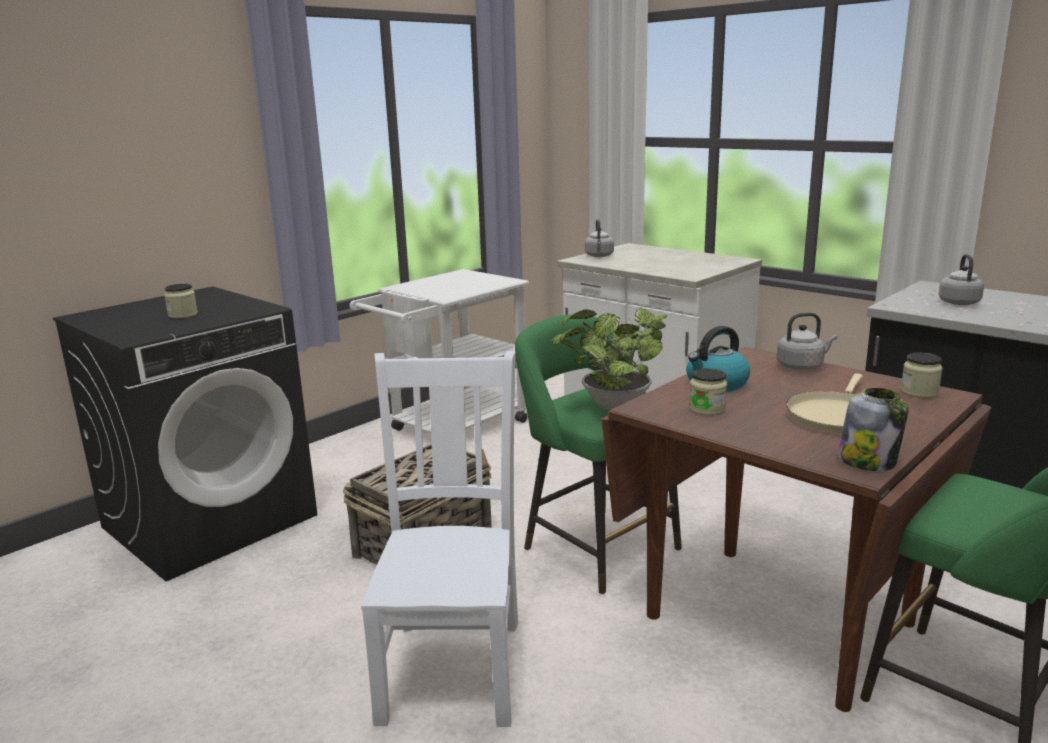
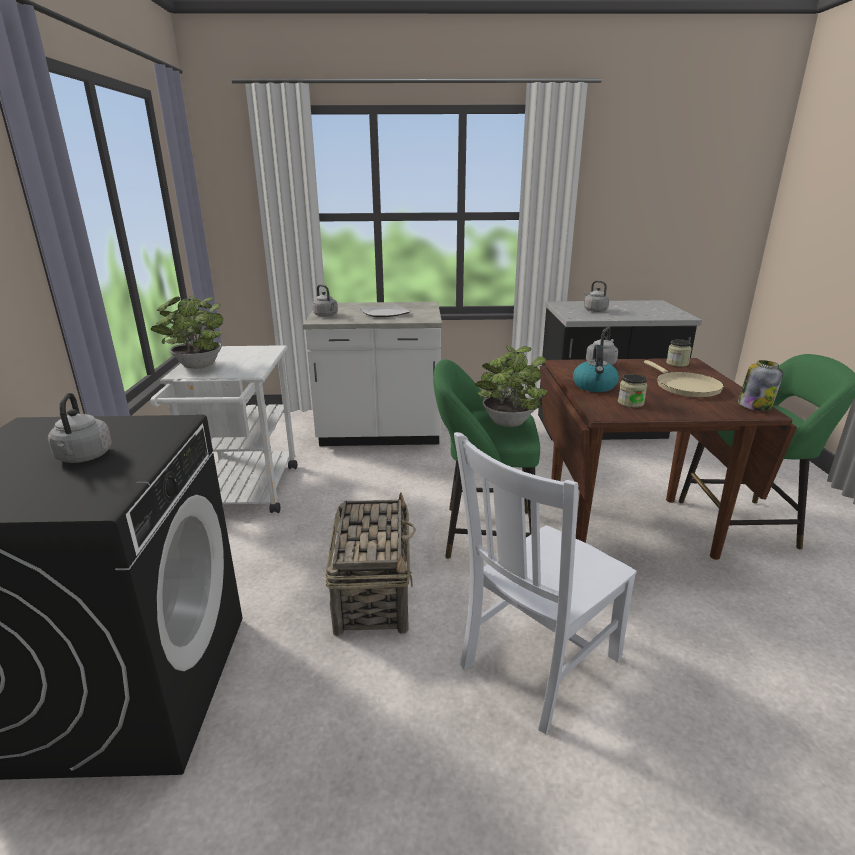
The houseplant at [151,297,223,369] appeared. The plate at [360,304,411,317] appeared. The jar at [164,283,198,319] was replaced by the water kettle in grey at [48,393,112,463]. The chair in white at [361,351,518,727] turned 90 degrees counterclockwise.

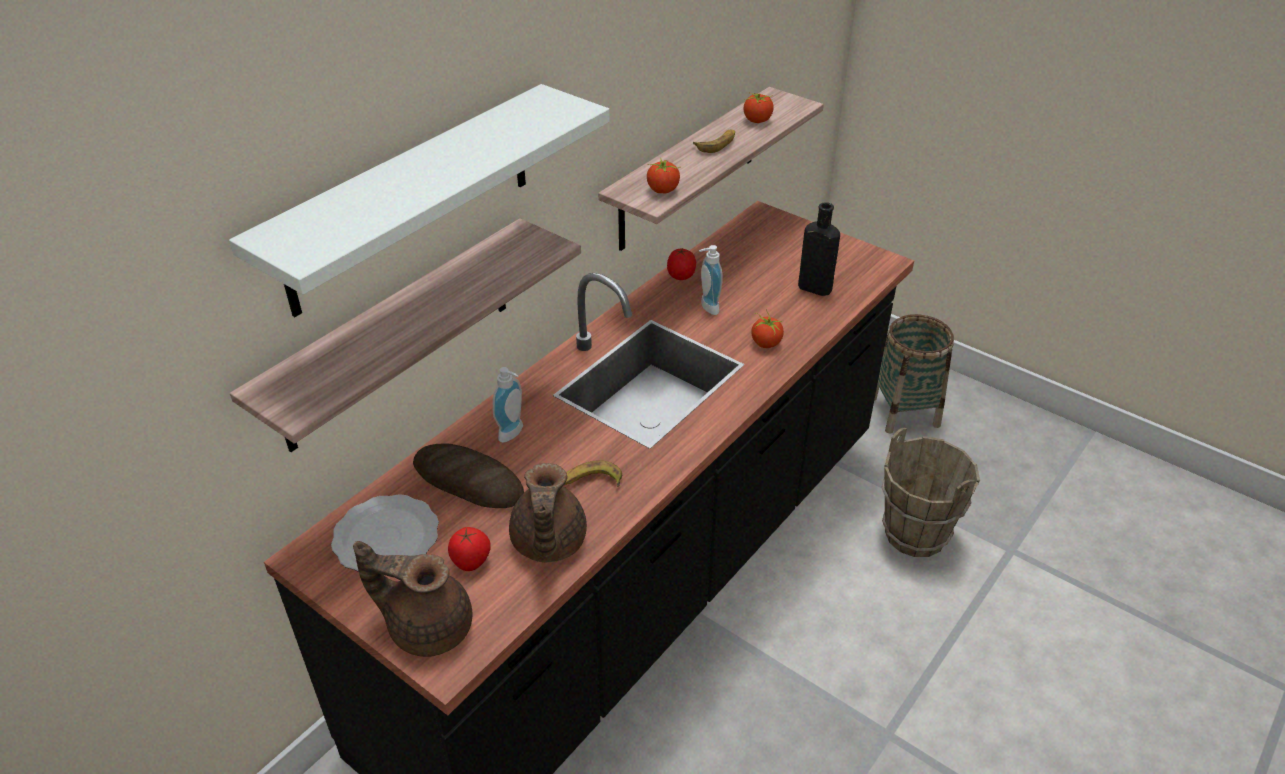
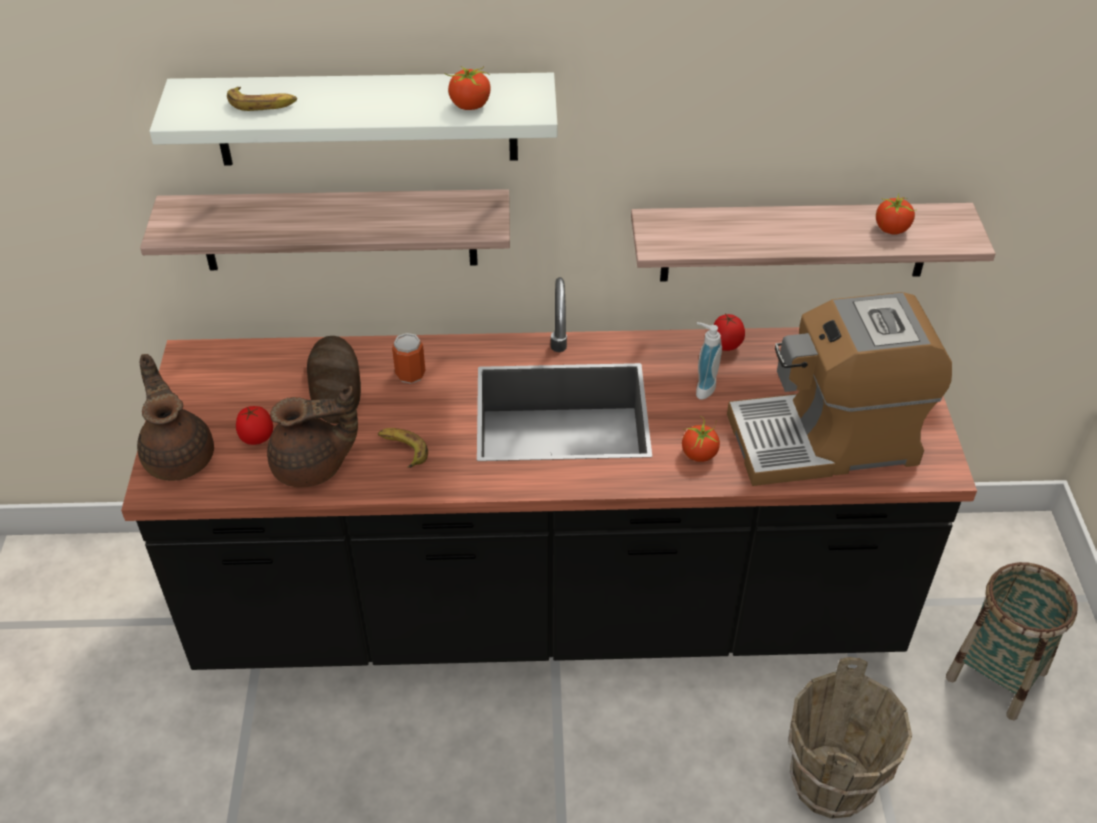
The plate at [331,494,439,572] disappeared. The tomato moved from [647,157,680,193] to [444,66,491,110]. The whole banana moved from [693,130,735,153] to [227,87,297,111]. The soap bottle at [493,367,523,443] was replaced by the metal can at [392,333,426,384]. The bottle in blackish at [798,202,840,296] was replaced by the coffee maker at [727,292,952,486]. The pot for tea in brownish at [509,463,587,562] turned 150 degrees counterclockwise.

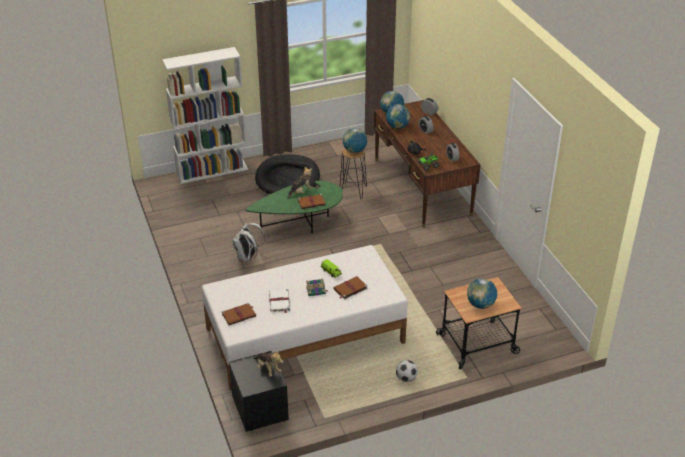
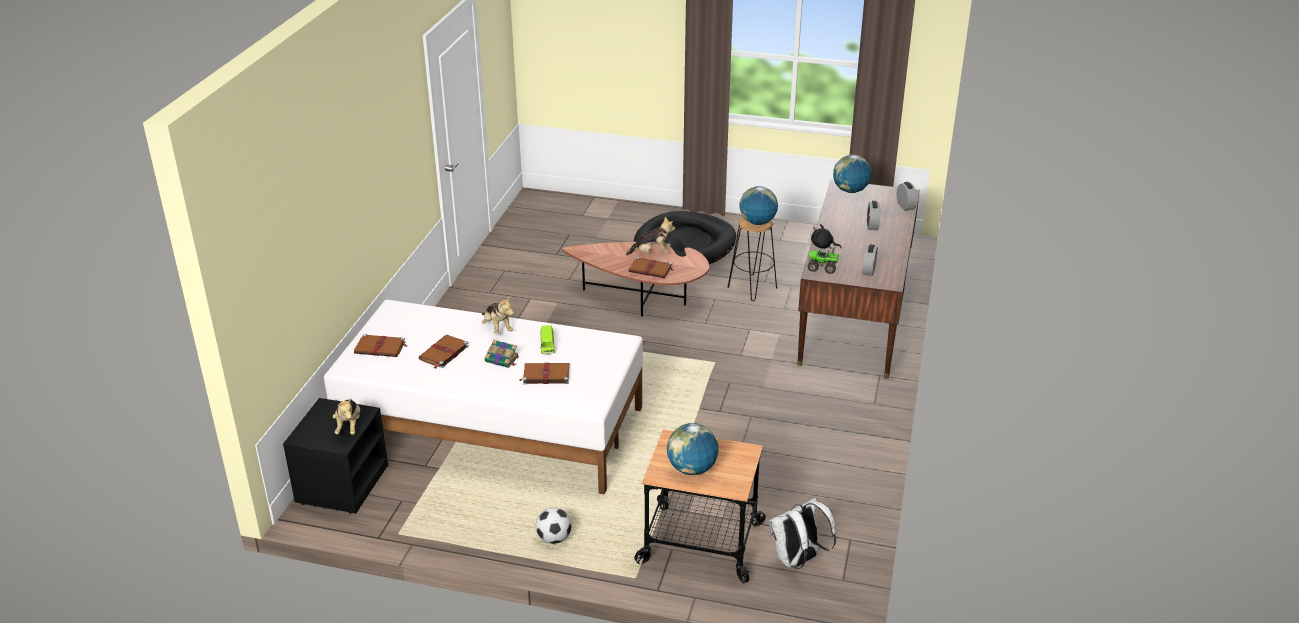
The bookshelf in white at [162,47,248,184] disappeared. The globe at [386,104,410,129] disappeared. The cuddly toy at [482,296,514,334] appeared. The rucksack in white moved from [232,223,265,262] to [769,498,836,569]. The low table in green at [246,180,343,234] became the low table in brownish at [562,242,709,317]. The volume in white at [269,289,290,313] became the volume in brownish at [418,335,469,369].

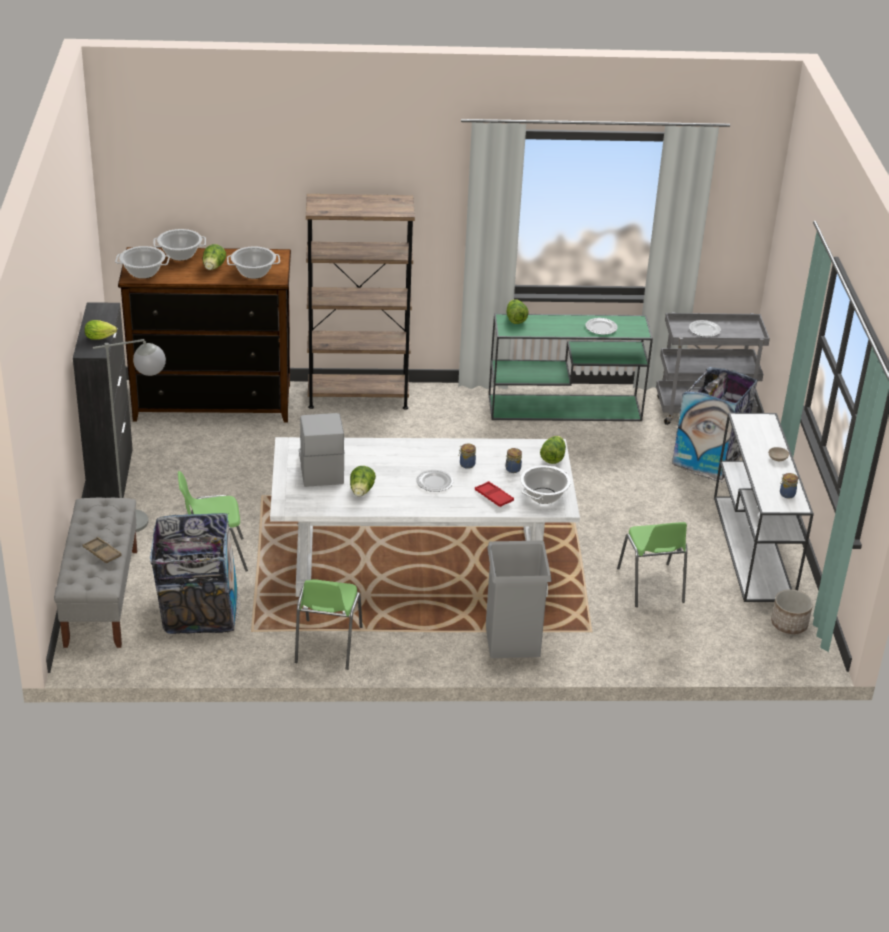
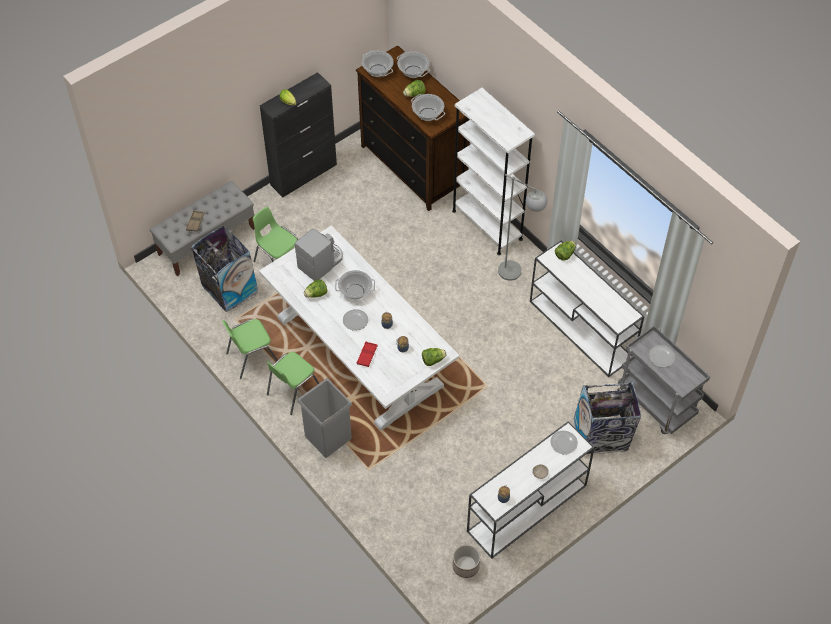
The standard lamp in grey moved from [93,339,166,532] to [498,174,548,281]. The saucepot moved from [520,466,571,504] to [335,270,375,300]. The plate moved from [585,318,618,335] to [551,431,578,454]. The chair in green moved from [617,522,687,607] to [266,352,319,415]. The bookshelf in brownish at [306,194,415,410] became the bookshelf in white at [452,88,535,255]. The hall table in green at [489,313,653,421] became the hall table in white at [530,241,644,377].

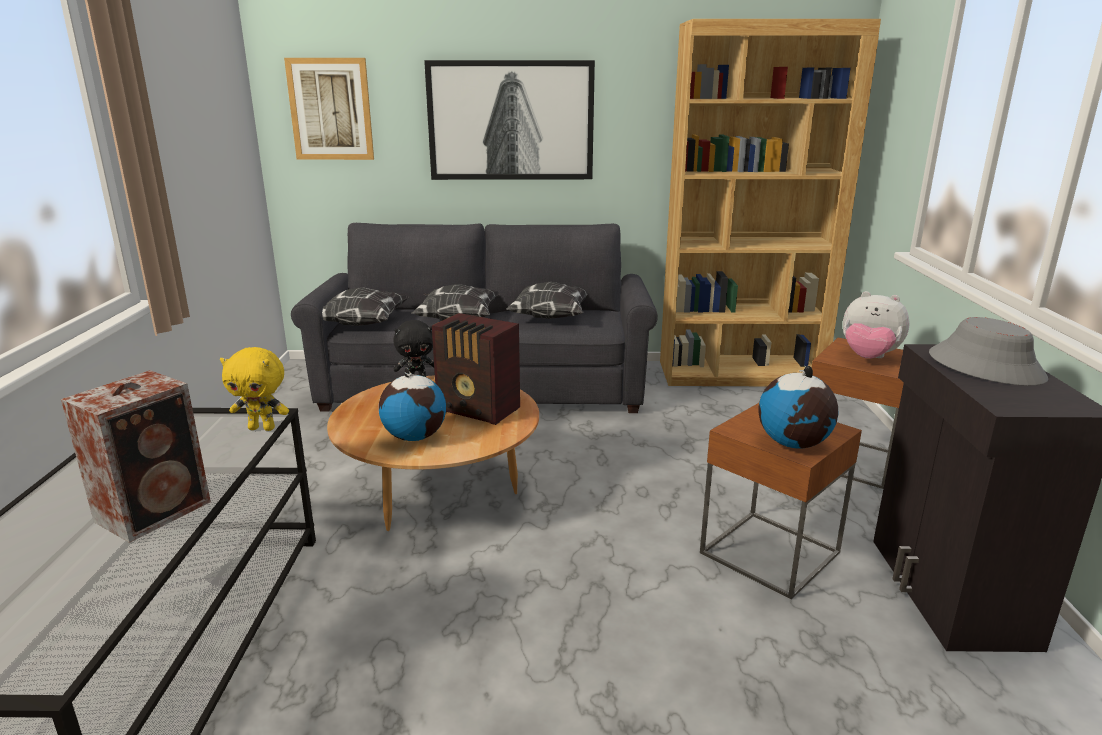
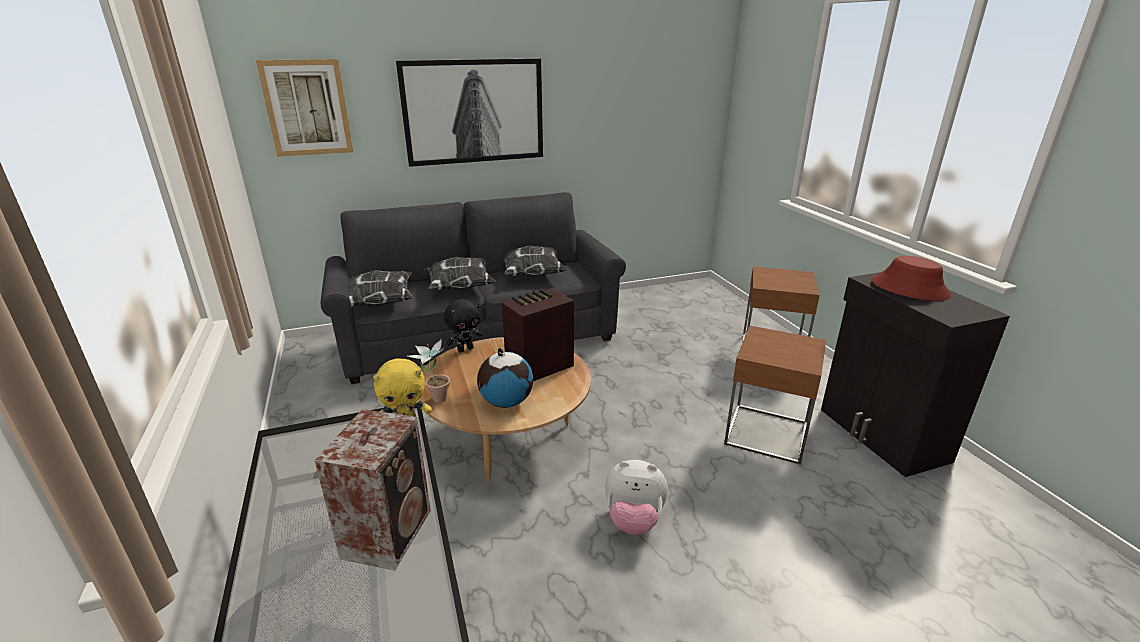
The bookshelf in brownish at [660,19,881,386] disappeared. The globe at [759,366,838,448] disappeared. The houseplant at [408,339,450,403] appeared. The cuddly toy moved from [843,291,910,359] to [605,460,668,535]. The wearable hat in grey at [929,317,1048,386] became the wearable hat in reddish at [871,256,951,301]. The radio set at [432,313,520,425] turned 135 degrees clockwise.

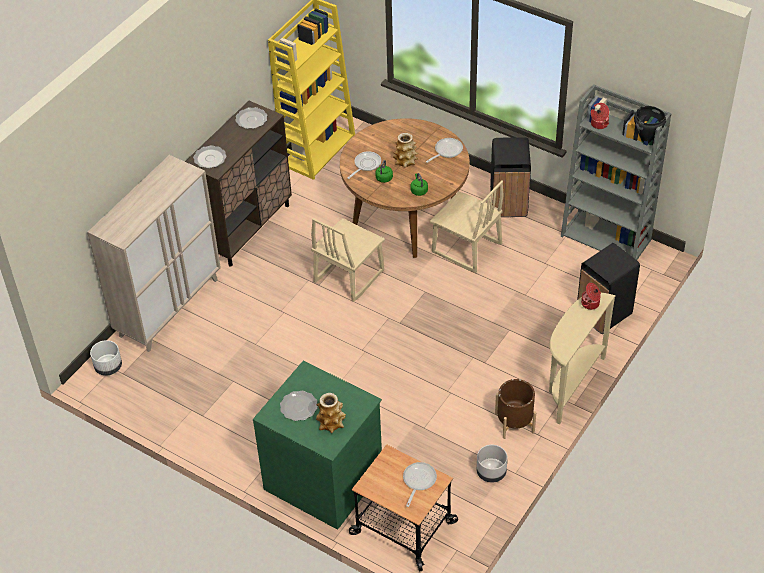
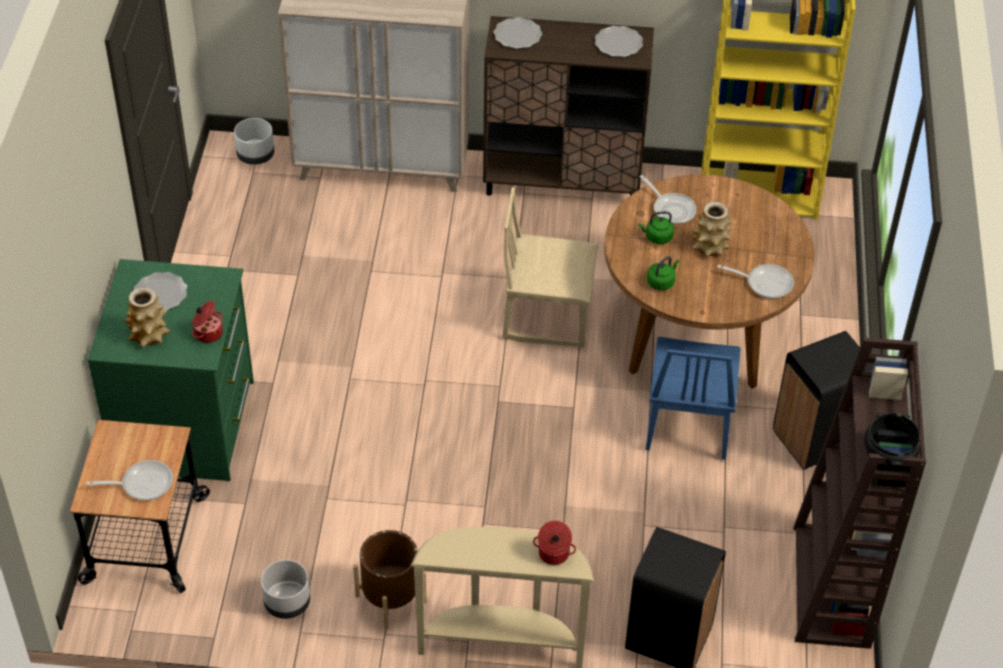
The saucepot moved from [591,103,609,129] to [192,301,223,343]. The chair in sand-coloured at [430,180,504,273] became the chair in bluish at [645,337,741,460]. The bookshelf in grey at [561,84,671,260] became the bookshelf in brownish at [793,337,926,649]. The skillet at [348,151,381,179] turned 45 degrees clockwise.

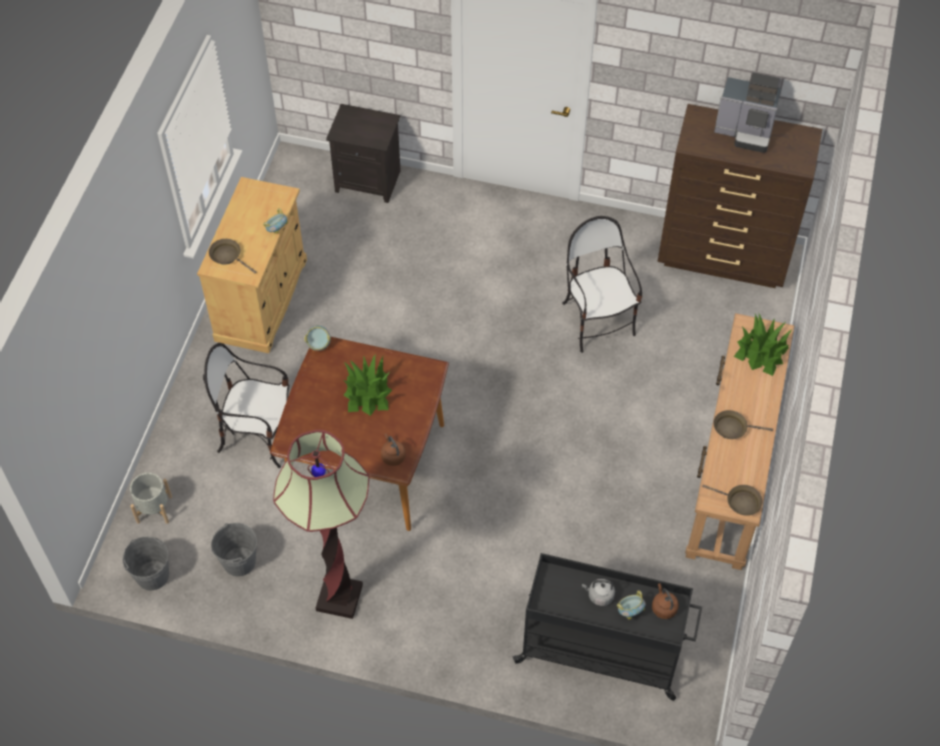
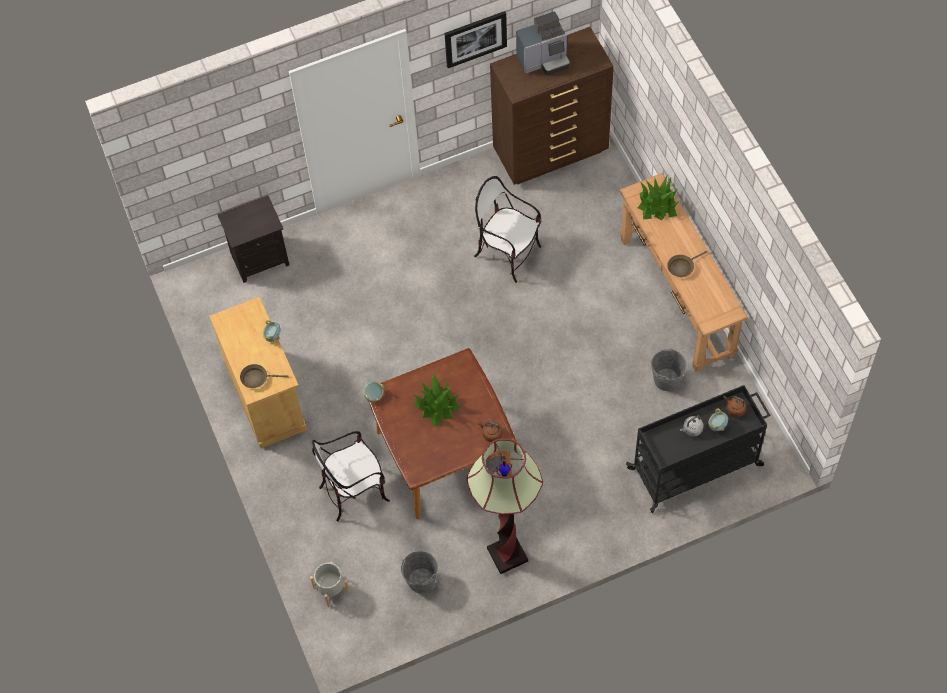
The skillet in brownish at [702,485,763,516] disappeared. The wall art at [444,11,507,69] appeared. The bucket in grey moved from [122,536,169,591] to [650,348,686,391].

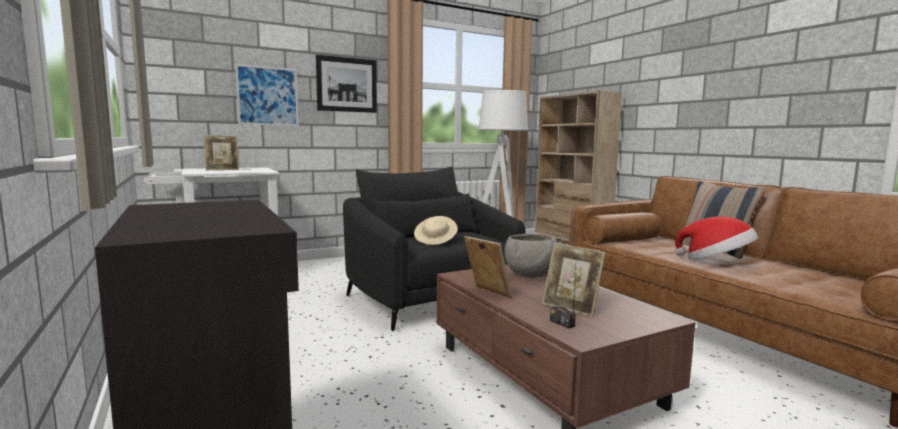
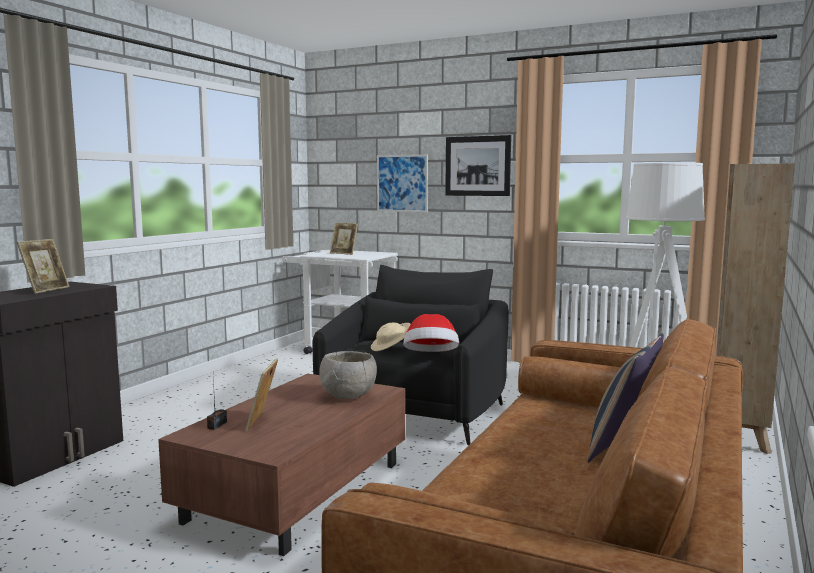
The photo frame moved from [464,236,512,298] to [17,239,70,294]. The wearable hat moved from [675,216,758,260] to [403,314,459,352].

